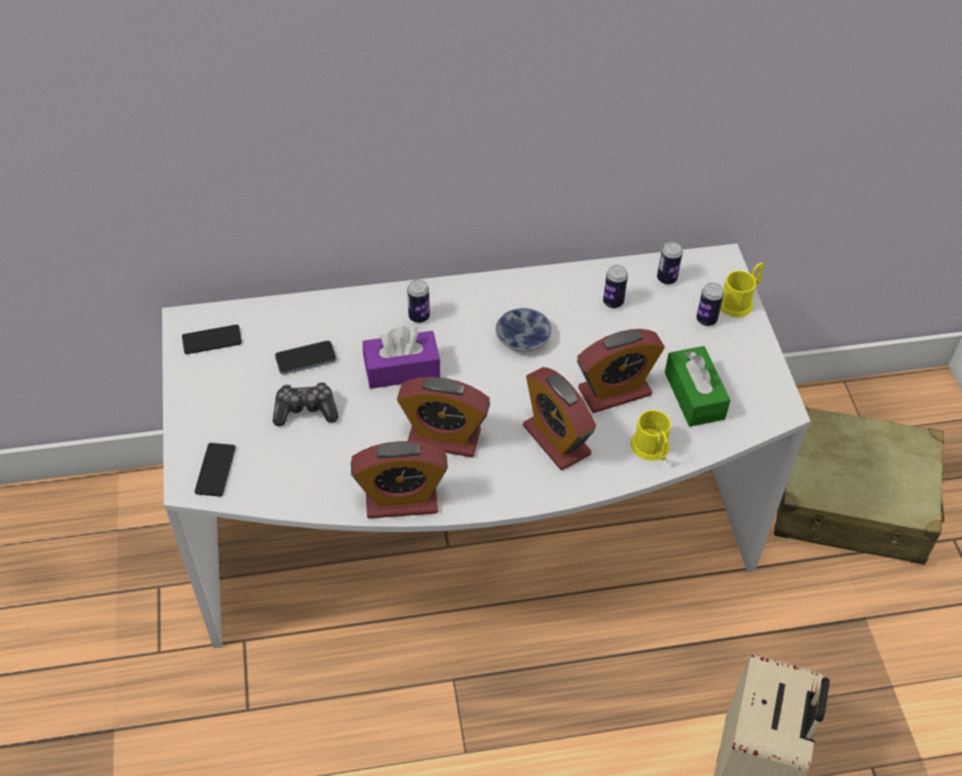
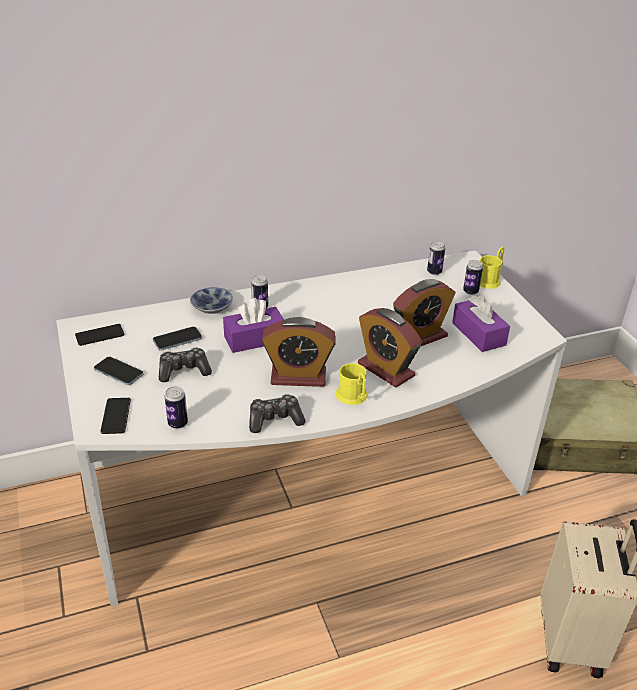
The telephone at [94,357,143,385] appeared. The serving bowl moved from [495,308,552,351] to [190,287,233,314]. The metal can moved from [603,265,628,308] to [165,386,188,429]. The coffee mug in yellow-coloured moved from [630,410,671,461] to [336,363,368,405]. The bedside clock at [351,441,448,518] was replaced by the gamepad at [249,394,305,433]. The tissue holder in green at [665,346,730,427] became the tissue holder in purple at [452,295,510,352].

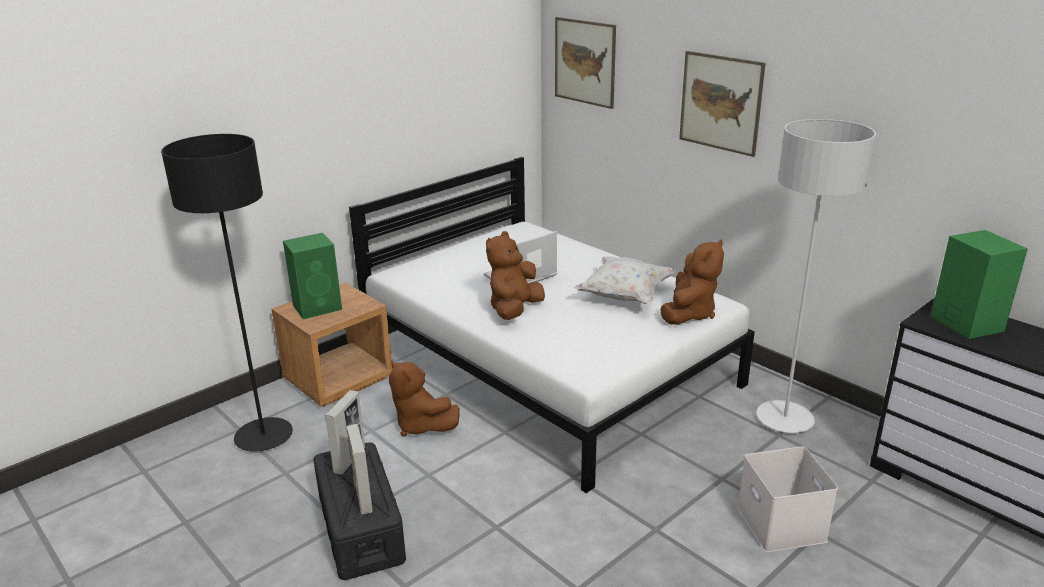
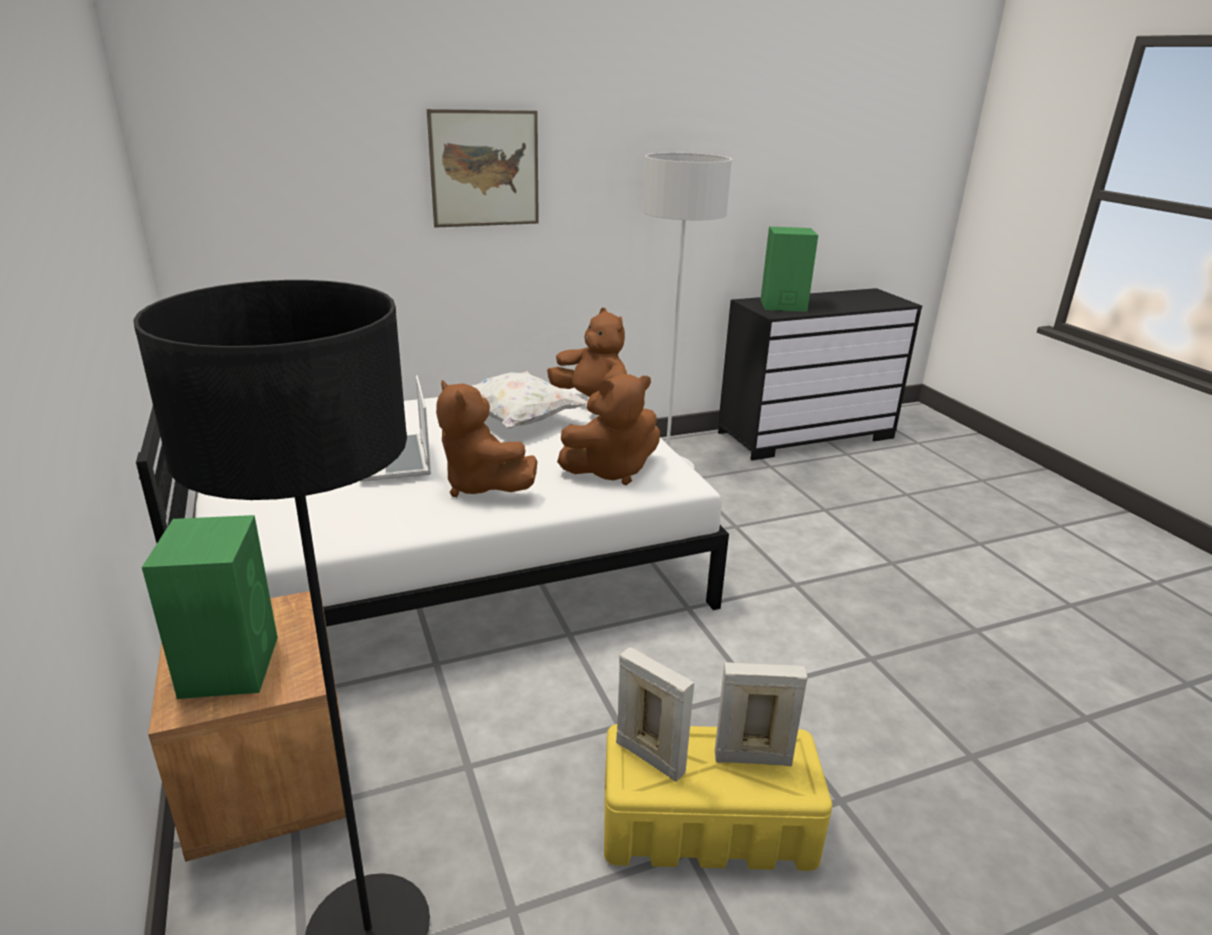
The wall art at [555,17,616,109] disappeared. The storage bin in white at [737,446,838,552] disappeared. The cuddly toy in brownish moved from [389,360,460,437] to [557,374,660,485]. The storage bin in blackish at [314,442,406,580] became the storage bin in yellow-coloured at [604,724,832,871].

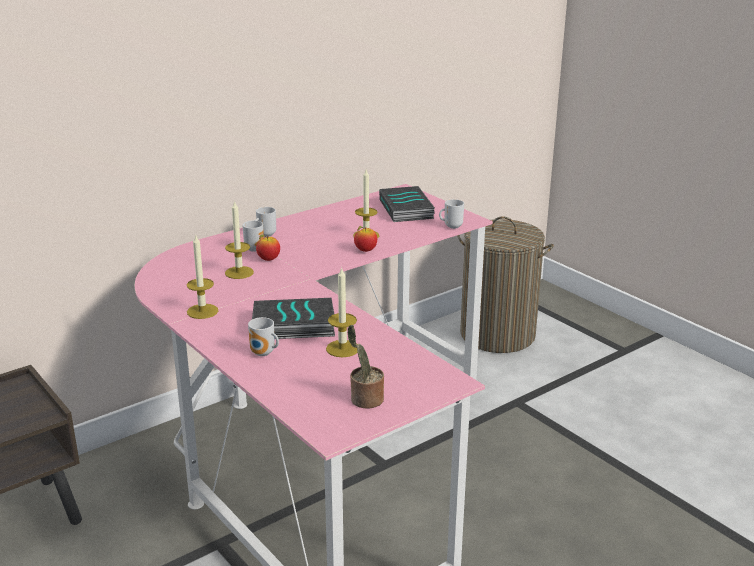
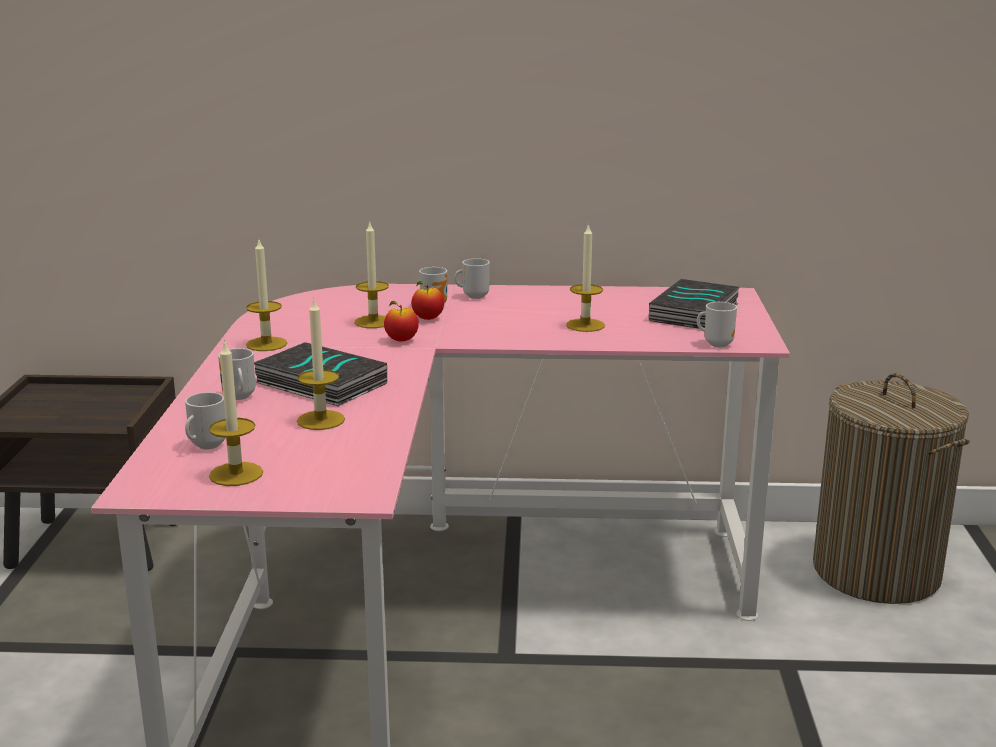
The coffee mug at [185,392,226,449] appeared. The apple fruit moved from [354,226,377,252] to [384,301,419,342]. The houseplant at [347,325,384,408] was replaced by the candle at [209,340,263,486].

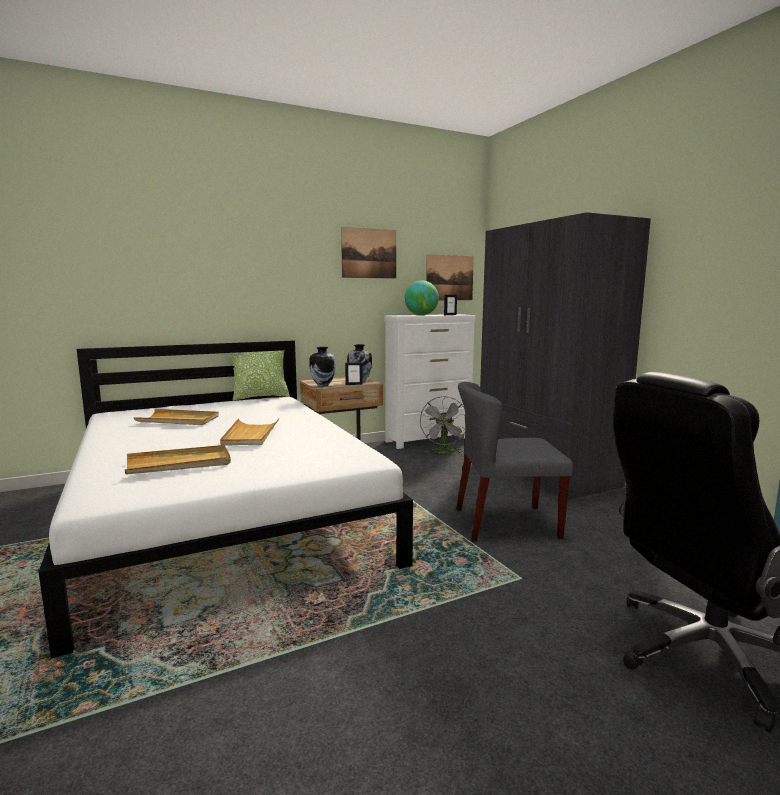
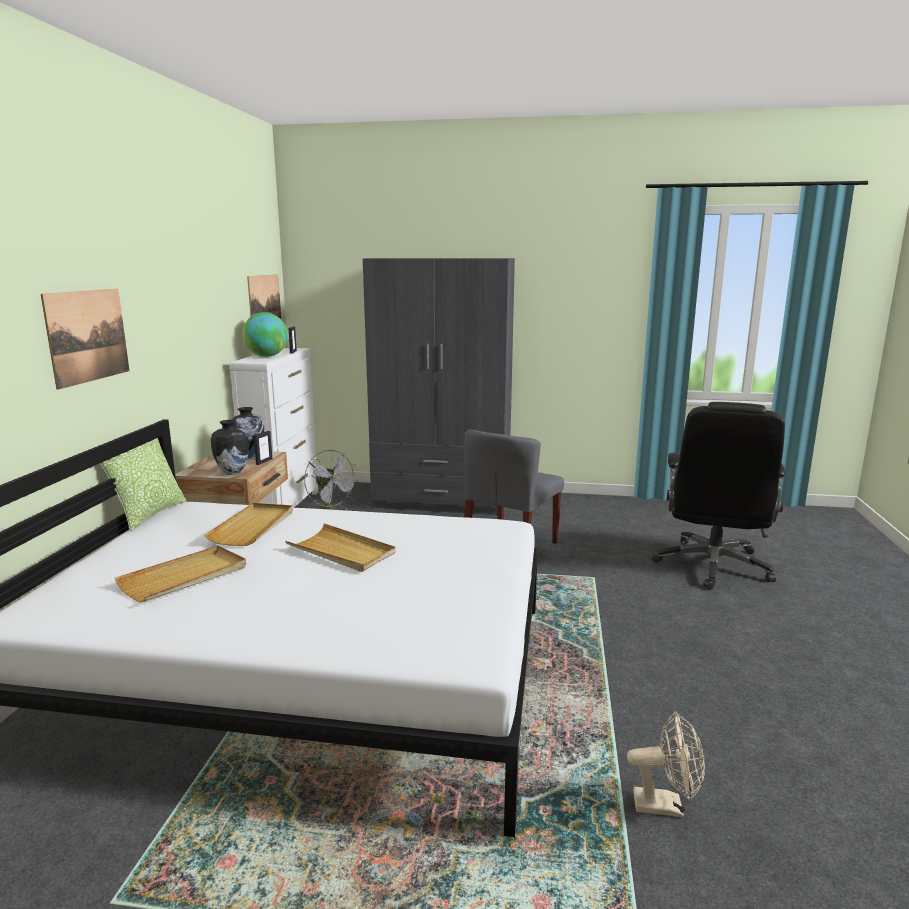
The electric fan in sand-coloured at [627,712,705,817] appeared. The tray in sand-coloured moved from [125,445,231,475] to [205,503,293,546]. The wall art moved from [341,227,396,279] to [41,289,129,390].

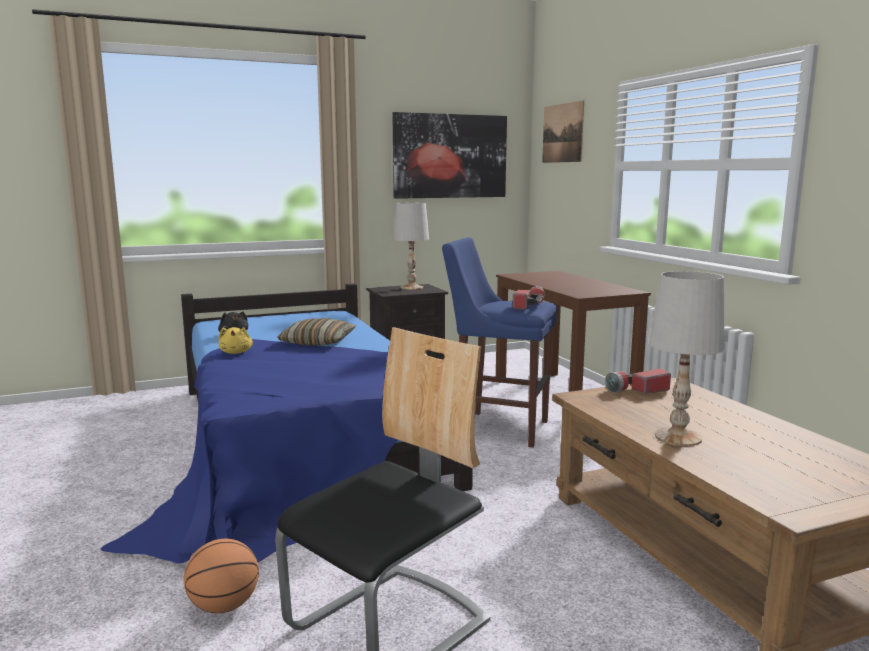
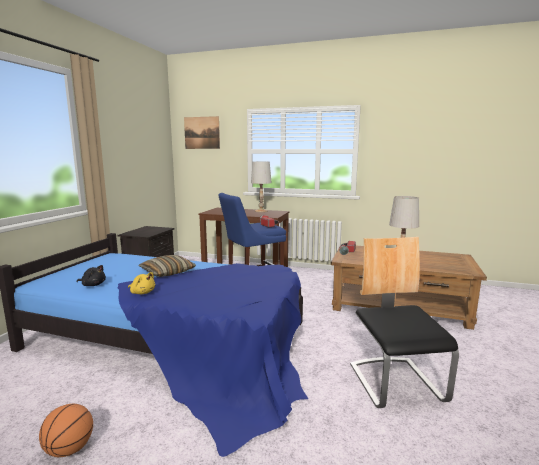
The wall art at [392,112,507,199] disappeared. The basketball ball moved from [184,539,259,613] to [39,404,93,457]. The lamp for a table in white moved from [394,203,429,290] to [251,162,272,212].

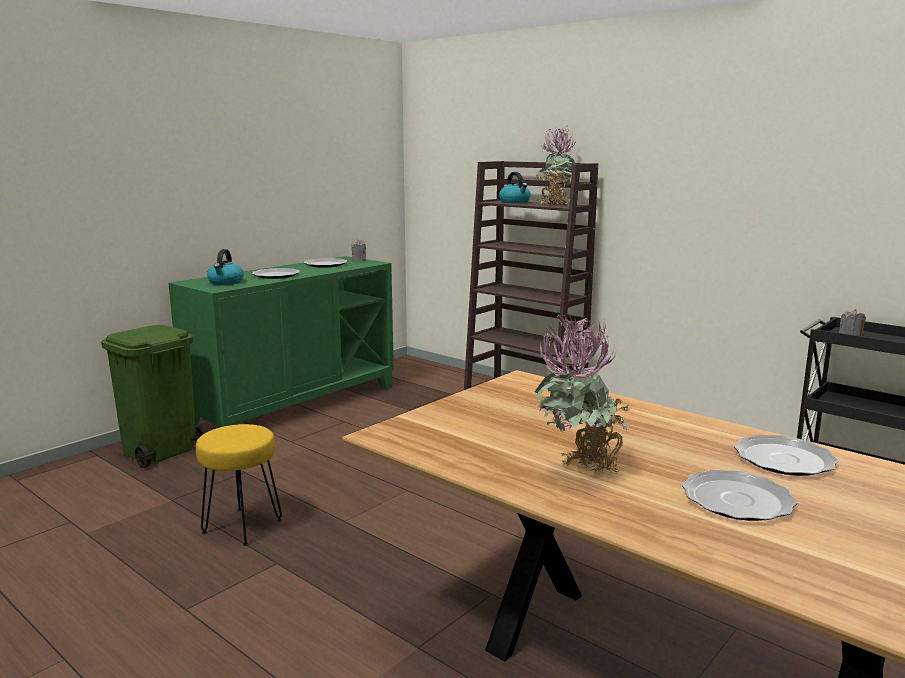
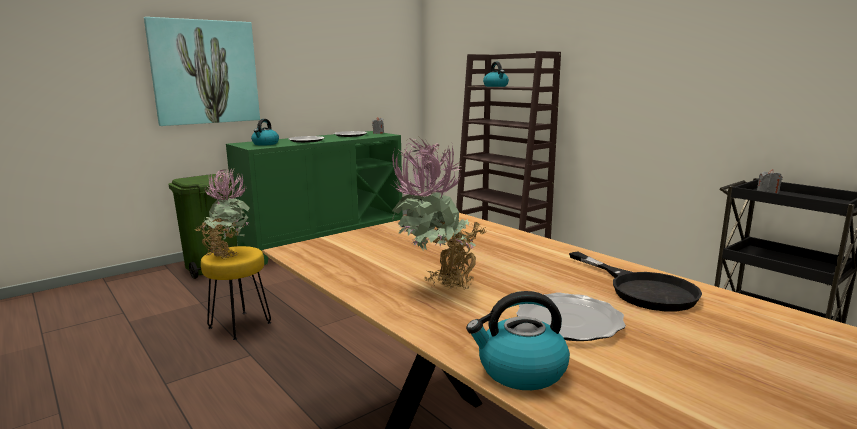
The wall art at [144,17,260,126] appeared. The water kettle at [466,291,570,390] appeared. The houseplant moved from [535,125,575,206] to [195,169,250,259]. The plate at [734,435,838,476] was replaced by the skillet in blackish at [569,252,702,311].

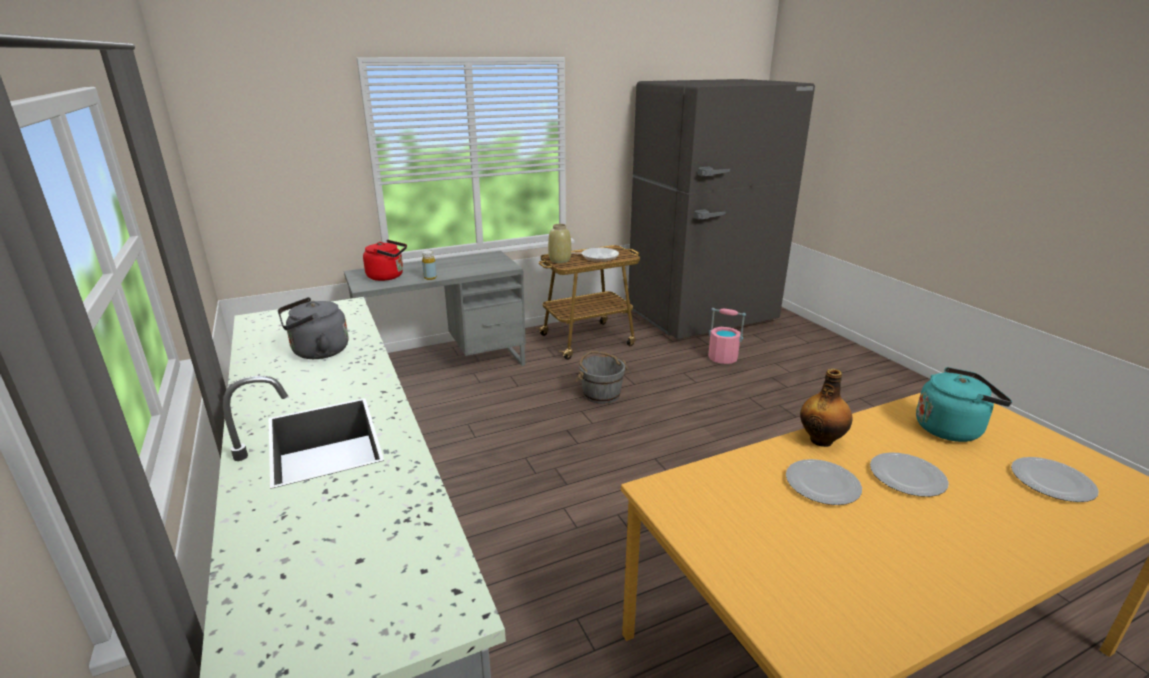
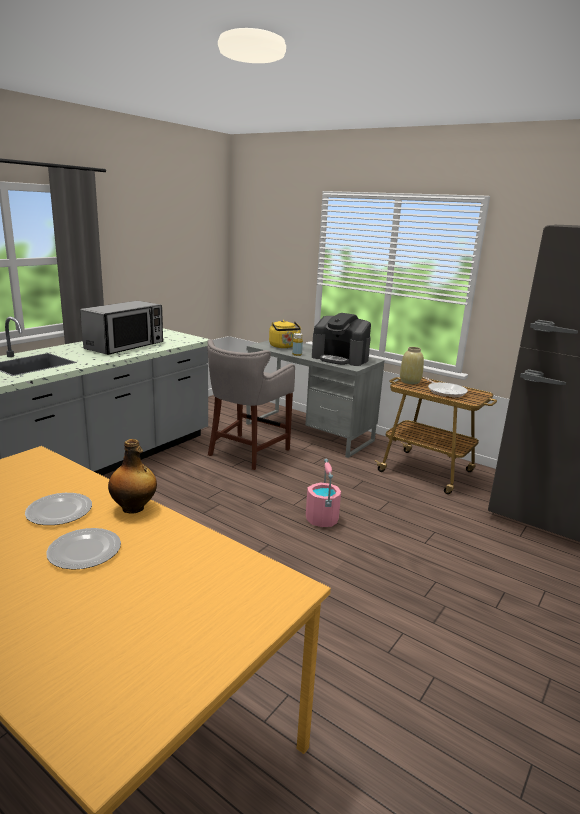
The bucket in grey at [576,351,628,404] disappeared. The water kettle in turquoise-coloured at [916,367,1012,442] disappeared. The plate at [1011,457,1099,502] disappeared. The stool in grey at [207,339,295,470] appeared. The coffee maker at [312,313,371,366] appeared. The bucket in pink-coloured moved from [708,308,746,364] to [306,459,341,527]. The water kettle in grey at [278,297,348,359] was replaced by the microwave at [80,301,163,355]. The water kettle in reddish at [363,240,407,281] became the water kettle in yellow-coloured at [269,320,301,348].

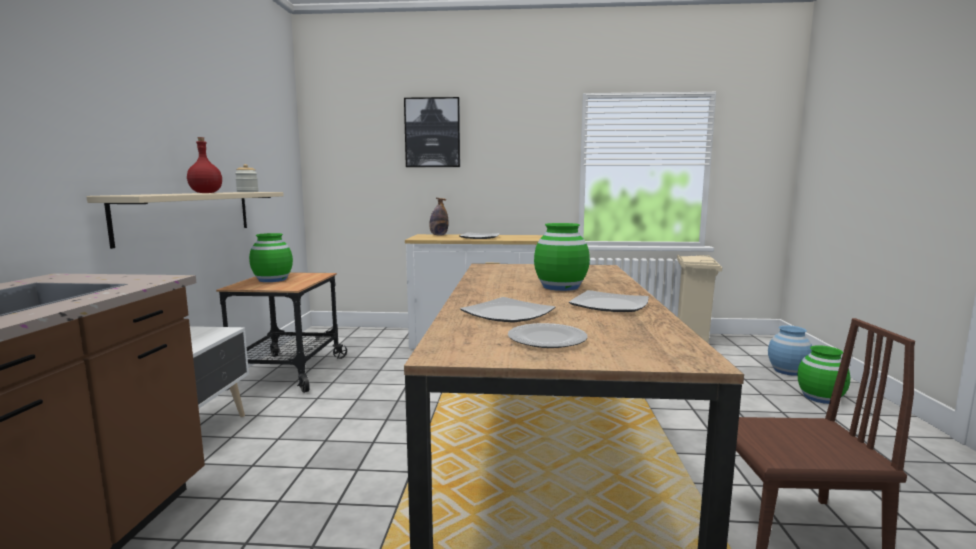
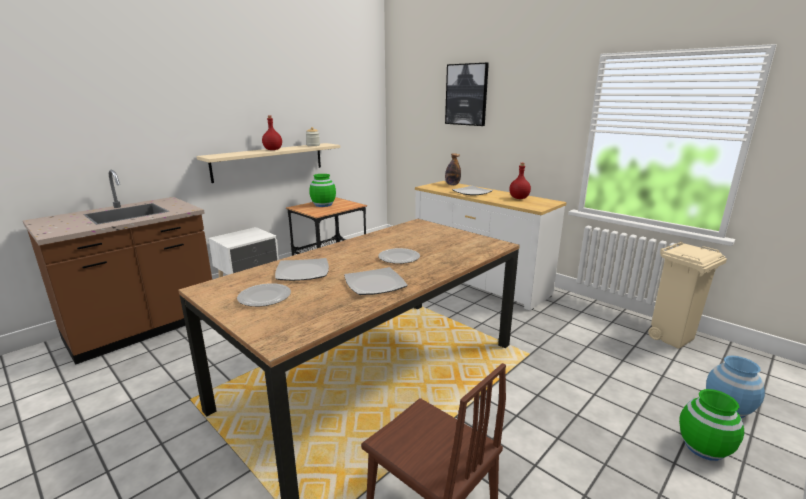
The bottle in reddish at [509,163,531,199] appeared. The decorative vase in green at [534,223,590,291] was replaced by the plate at [378,248,420,264].

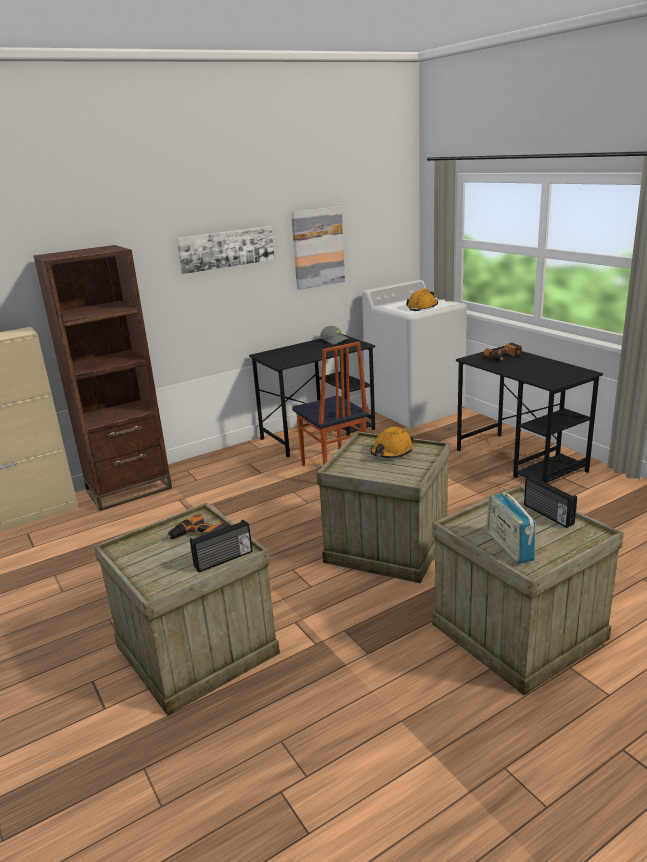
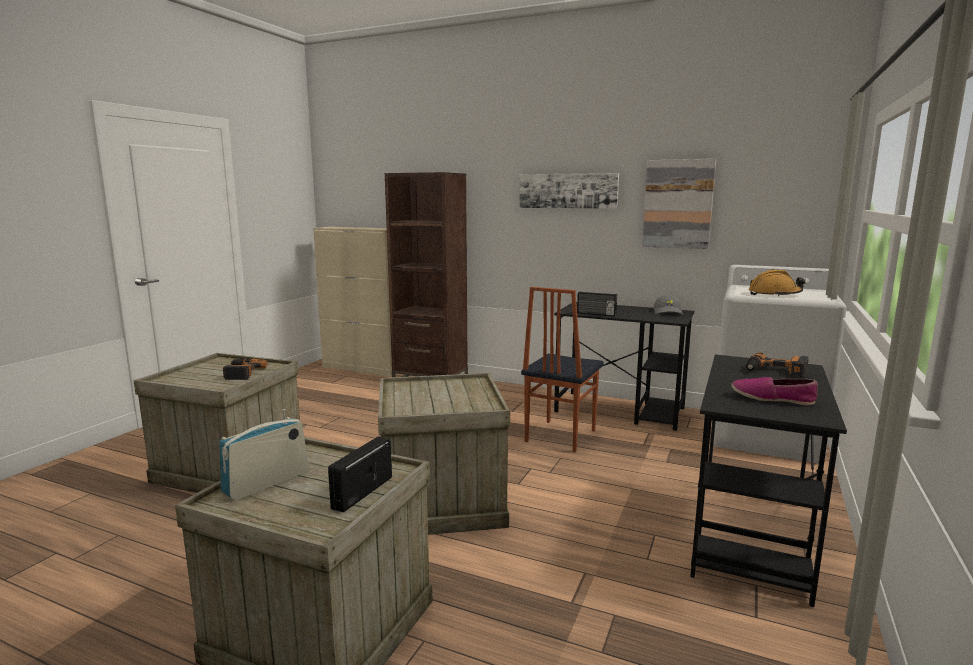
The hard hat in orange at [370,427,414,458] disappeared. The low shoe at [731,377,818,406] appeared. The radio set moved from [190,520,252,573] to [577,292,617,317].

